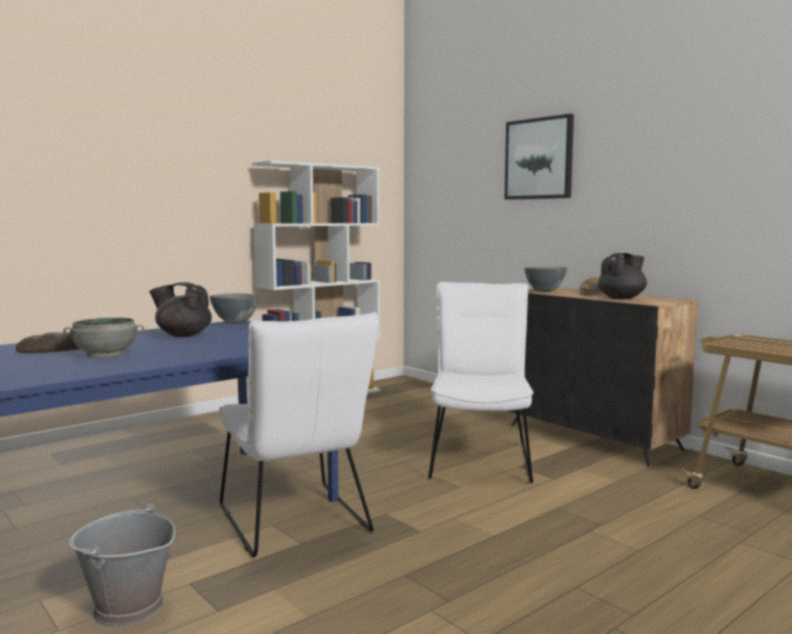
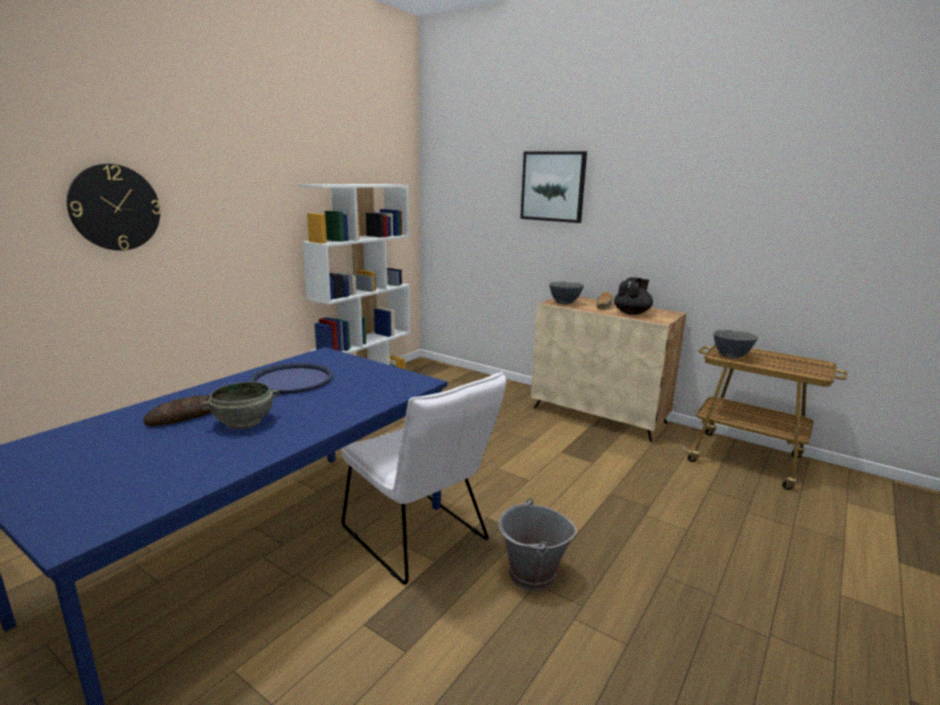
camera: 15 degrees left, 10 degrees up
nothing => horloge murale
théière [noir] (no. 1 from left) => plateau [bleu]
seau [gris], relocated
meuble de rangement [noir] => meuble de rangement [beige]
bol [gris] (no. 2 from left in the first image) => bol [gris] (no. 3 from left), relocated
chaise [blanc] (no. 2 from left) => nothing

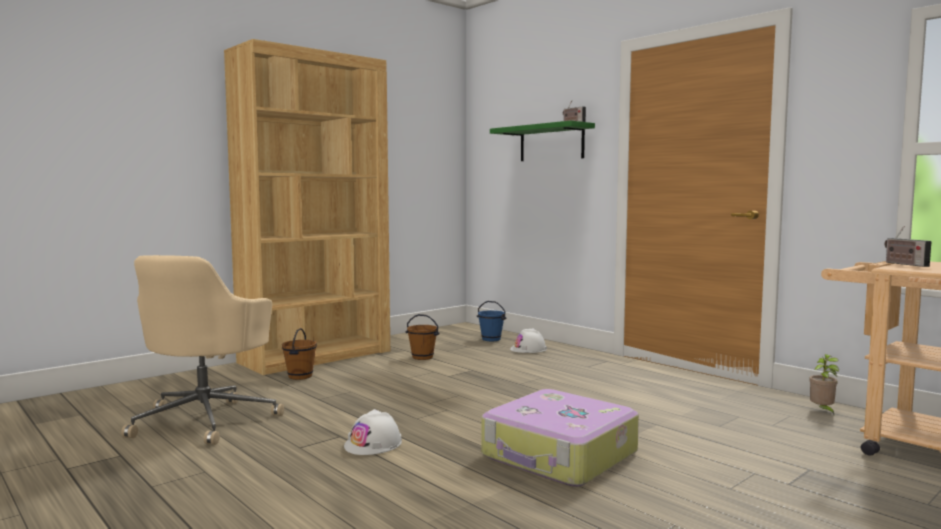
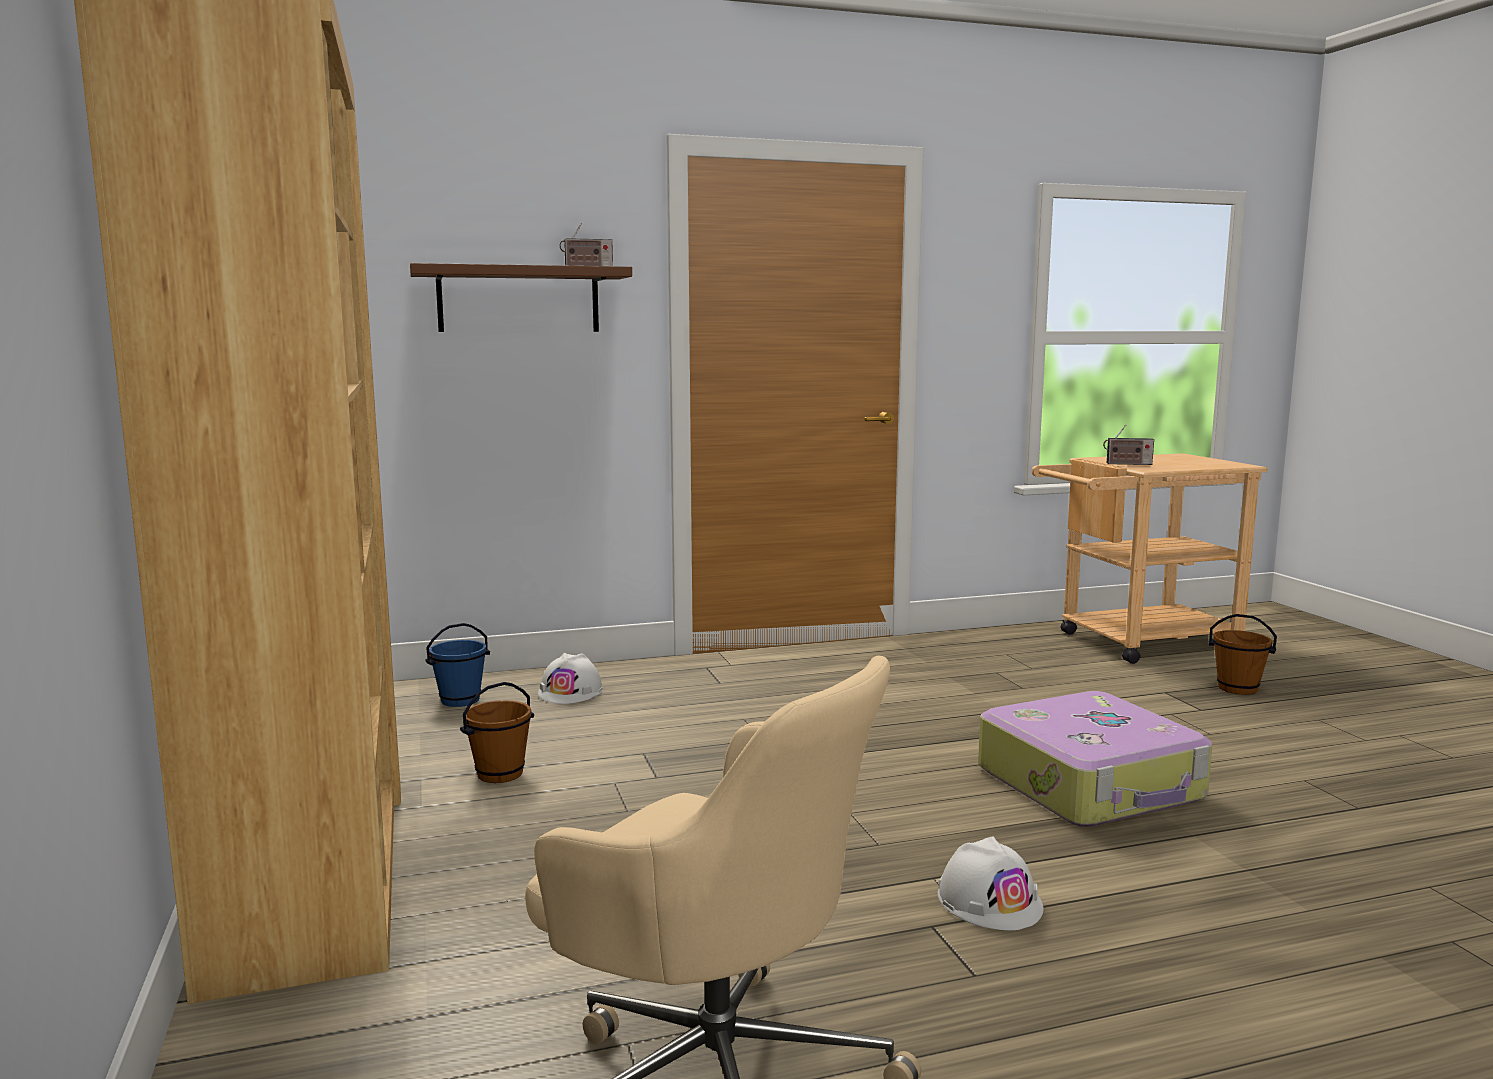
camera: 65 degrees left, 5 degrees up
étagère [vert] => étagère [marron]
seau [marron] (no. 1 from left in the first image) => seau [marron] (no. 2 from left), relocated
plante en pot => nothing

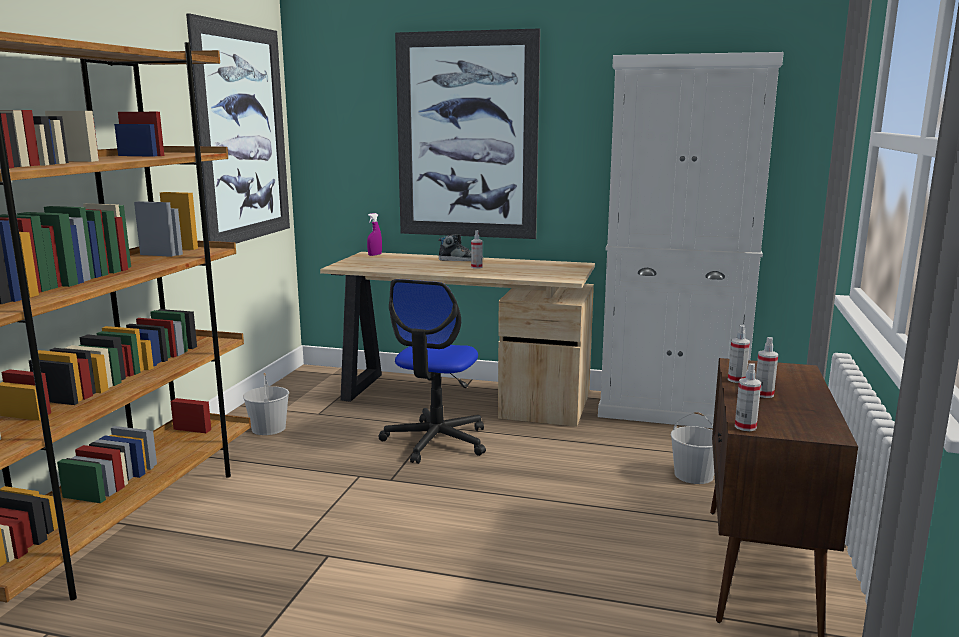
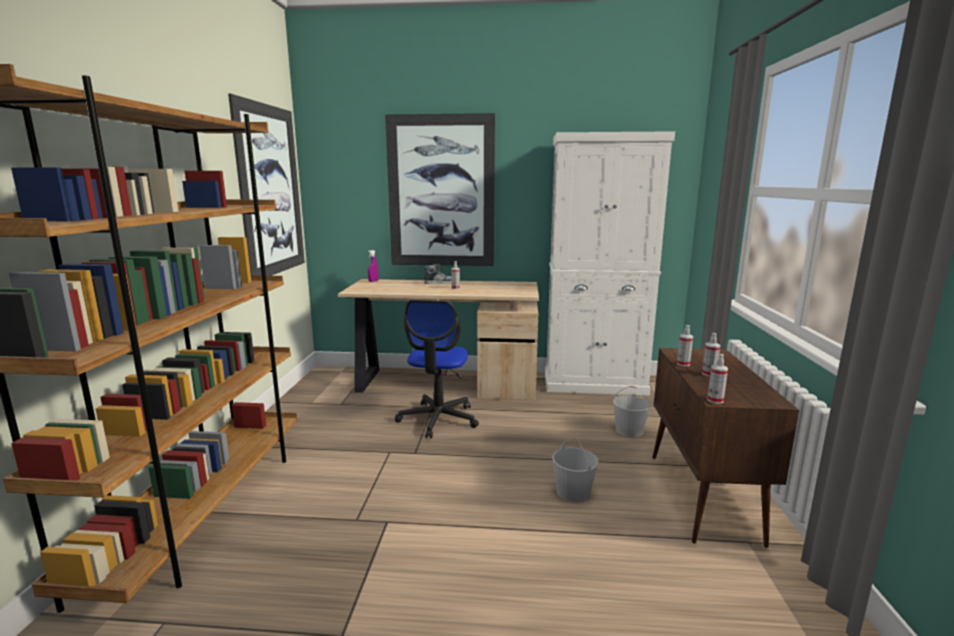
camera: 10 degrees left, 0 degrees up
seau [blanc] (no. 1 from left), relocated

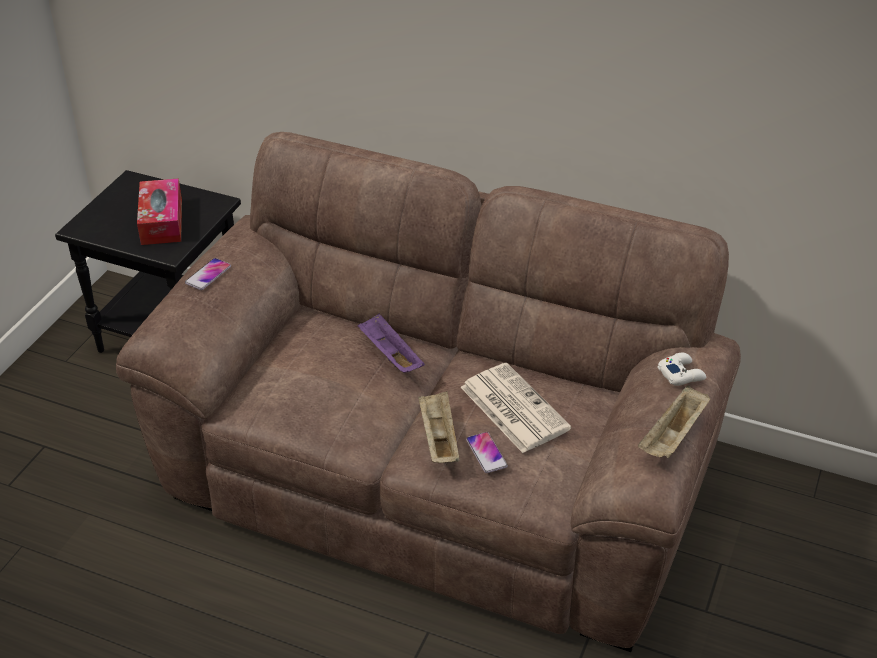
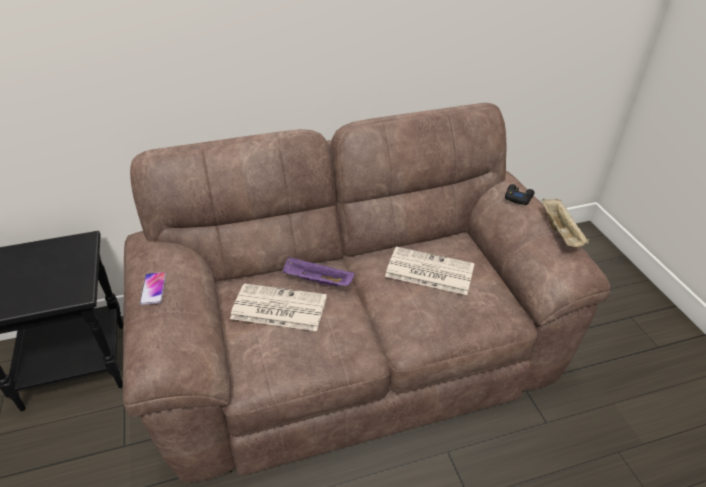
camera: 40 degrees left, 0 degrees up
nothing => journal (no. 1 from left)
manette [blanc] => manette [noir]
boîte à mouchoirs => nothing
plateau [beige] (no. 1 from left) => nothing
téléphone (no. 2 from left) => nothing

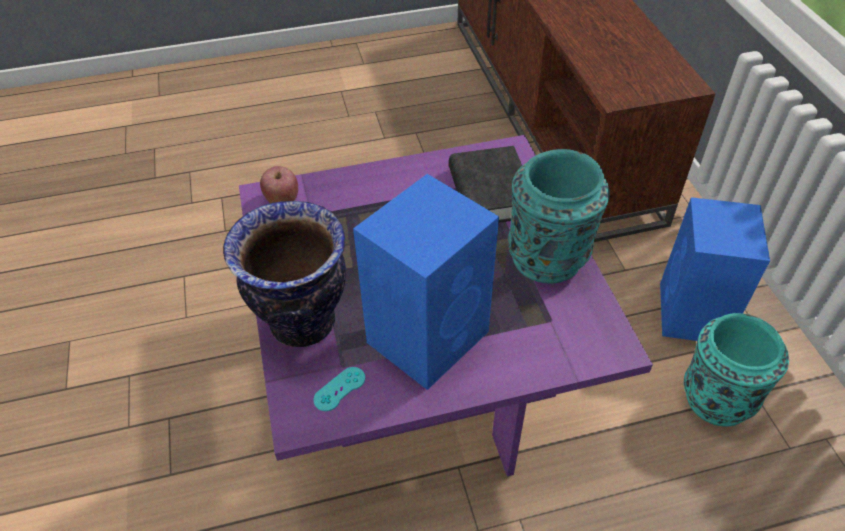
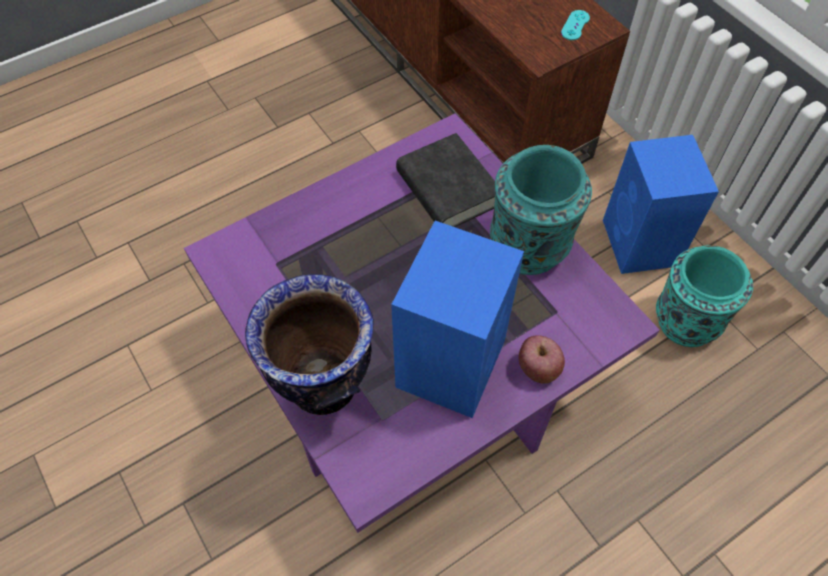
camera: 20 degrees left, 10 degrees up
pomme, relocated
manette [turquoise], relocated

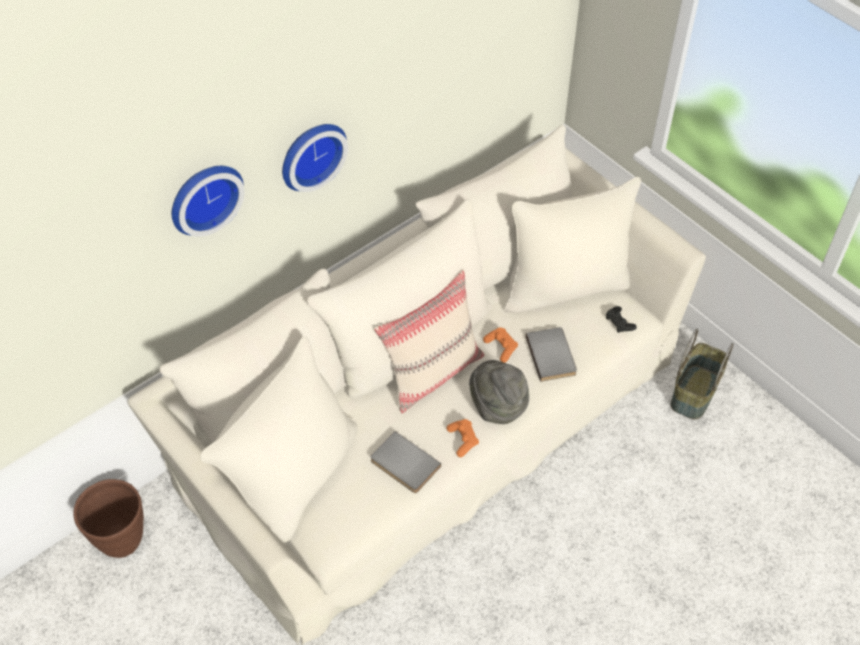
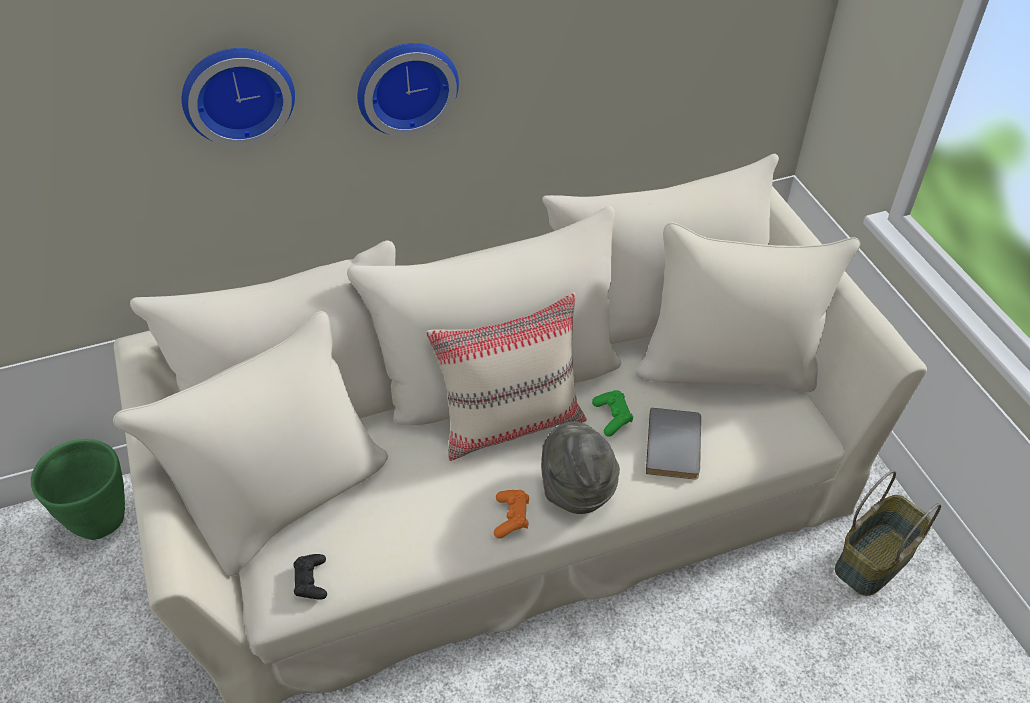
camera: 20 degrees right, 5 degrees down
cache-pot [marron] => cache-pot [vert]
manette [noir], relocated
manette [orange] (no. 2 from left) => manette [vert]
livre [gris] (no. 1 from left) => nothing

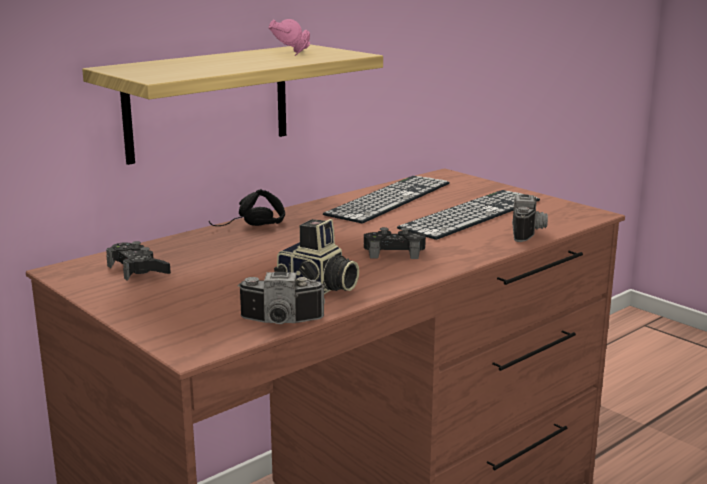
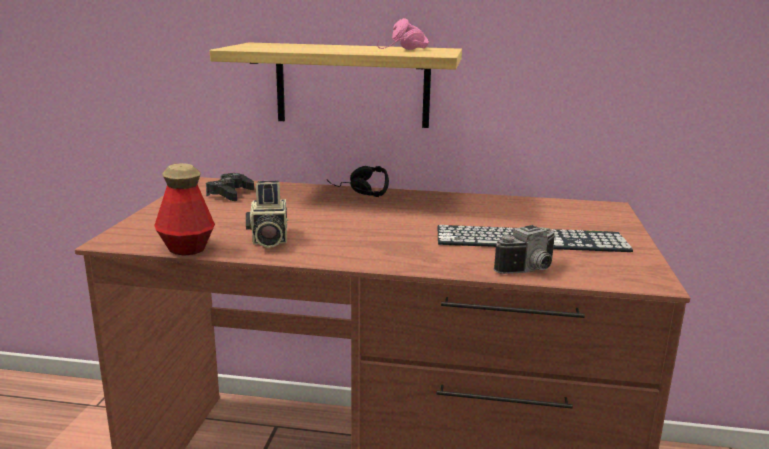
camera: 50 degrees right, 0 degrees up
appareil photo (no. 1 from left) => bouteille
clavier (no. 1 from left) => nothing
manette [noir] (no. 2 from left) => nothing

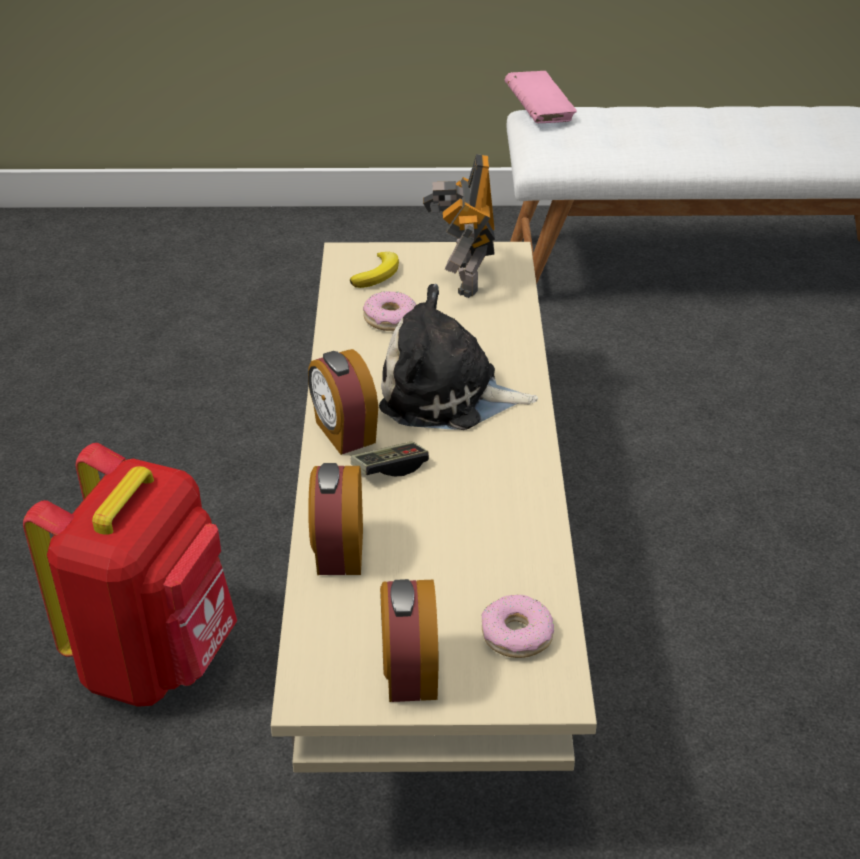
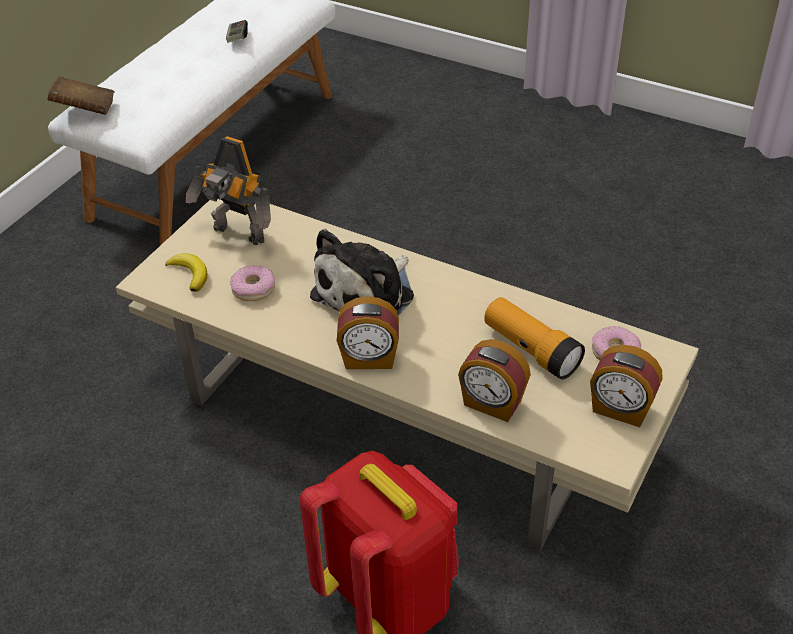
camera: 60 degrees left, 5 degrees up
livre [rose] => livre [marron]
manette, relocated
nothing => lampe de poche

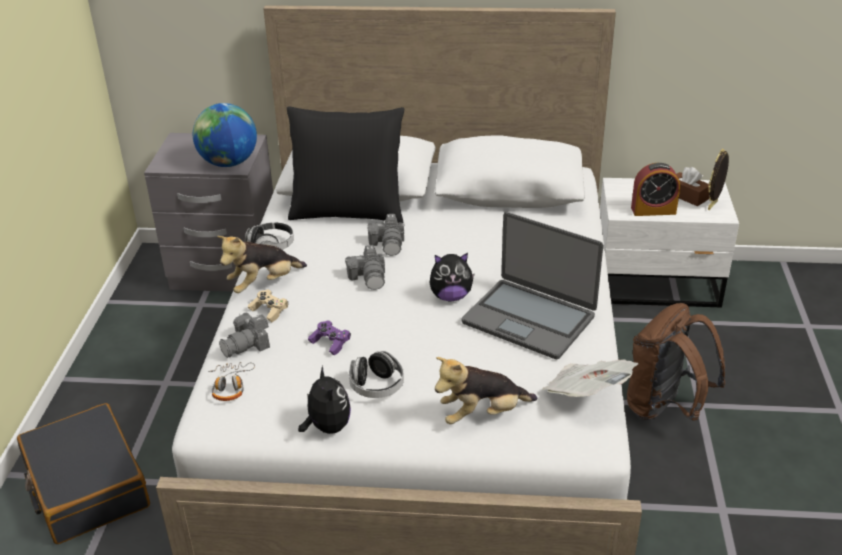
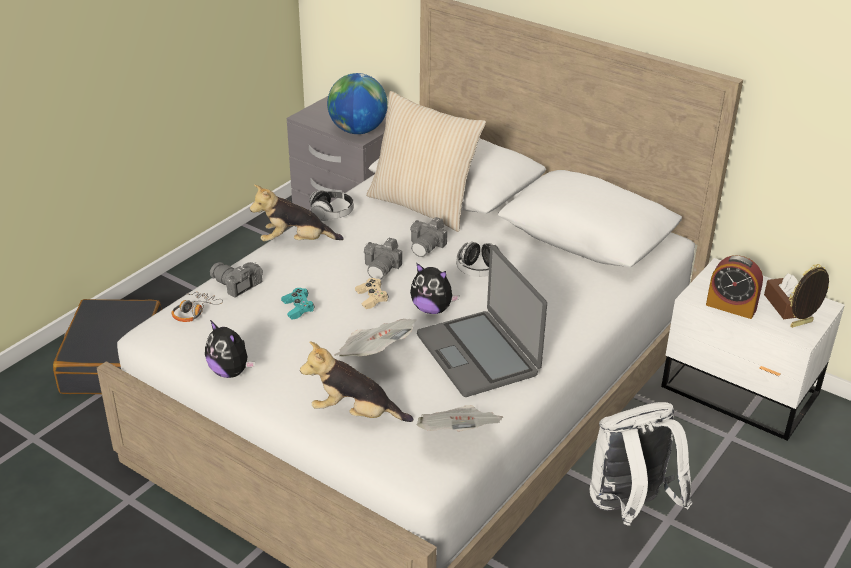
camera: 30 degrees right, 0 degrees up
peluche (no. 2 from left in the first image) => peluche (no. 1 from left), 120 degrees clockwise
appareil photo (no. 1 from left), 45 degrees clockwise
manette [violet] => manette [turquoise]
nothing => journal (no. 1 from left)
manette [beige], relocated
coussin [noir] => coussin [beige]
casque audio (no. 3 from left), relocated
sac à dos [marron] => sac à dos [blanc]

